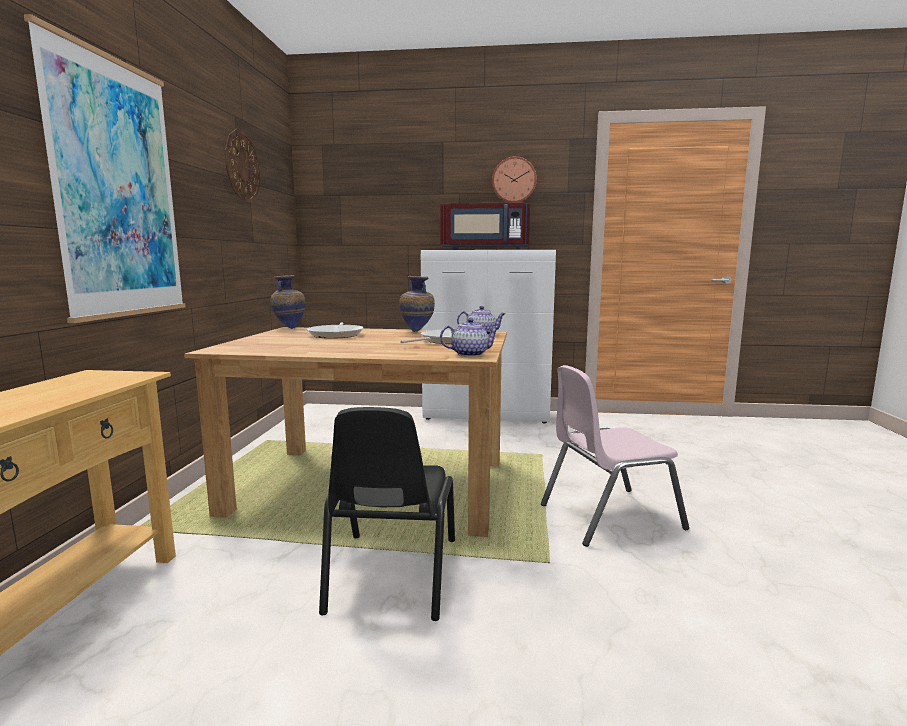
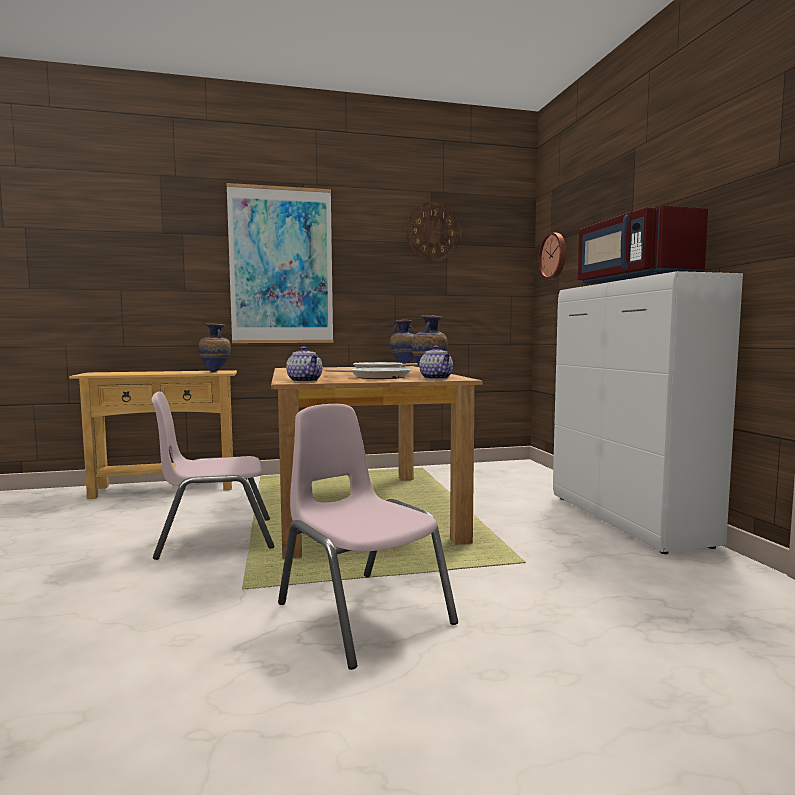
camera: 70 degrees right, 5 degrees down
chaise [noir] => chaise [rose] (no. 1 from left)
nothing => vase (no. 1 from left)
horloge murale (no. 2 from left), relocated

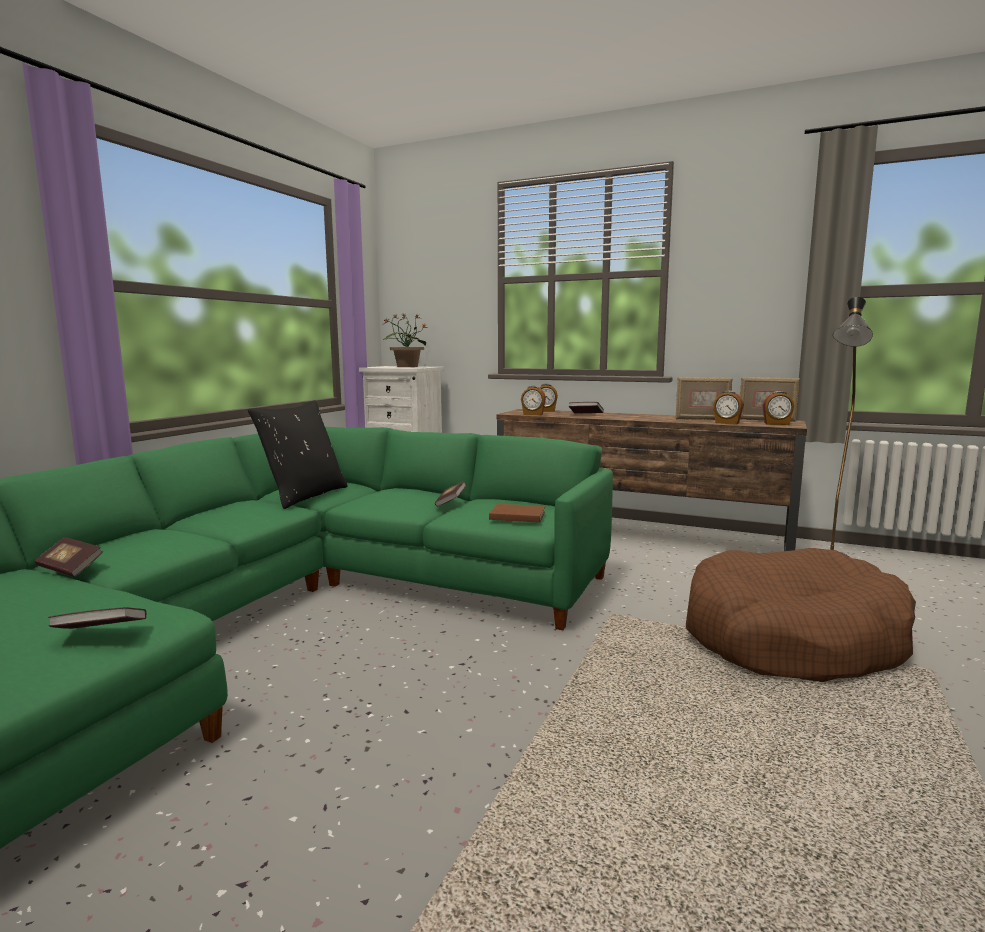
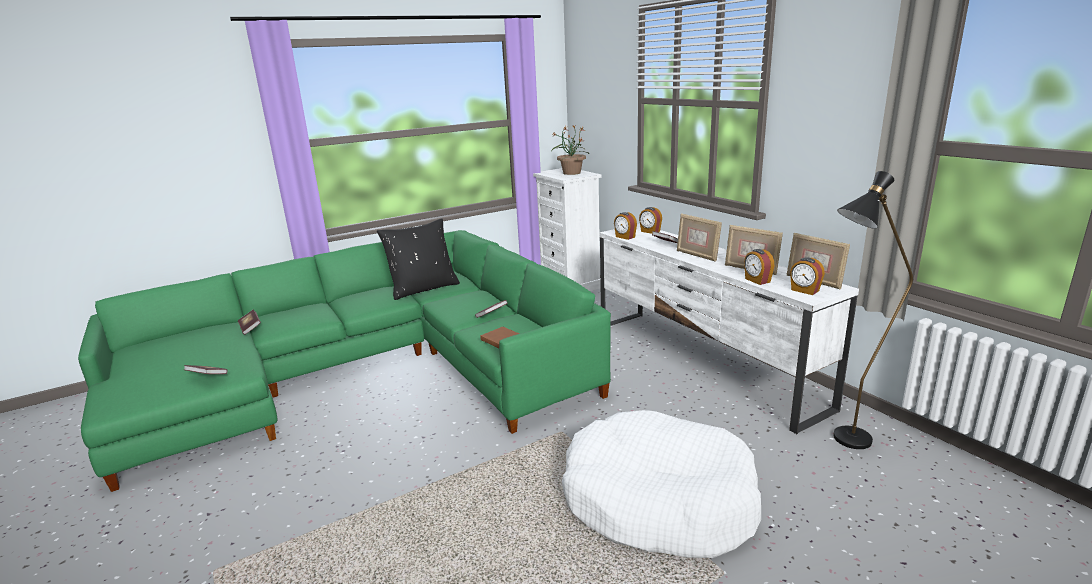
camera: 35 degrees right, 10 degrees up
panier pour chien [marron] => panier pour chien [blanc]
meuble télé [marron] => meuble télé [blanc]
nothing => cadre photo (no. 1 from left)

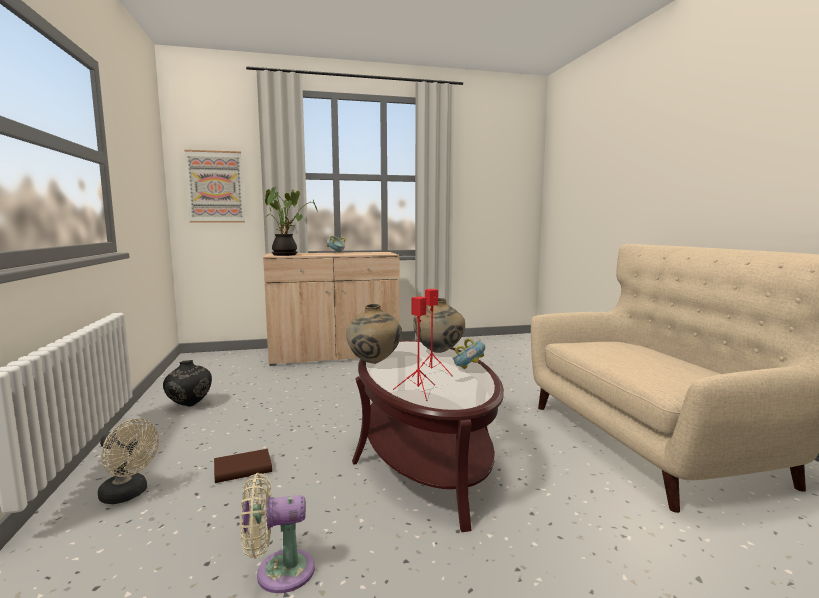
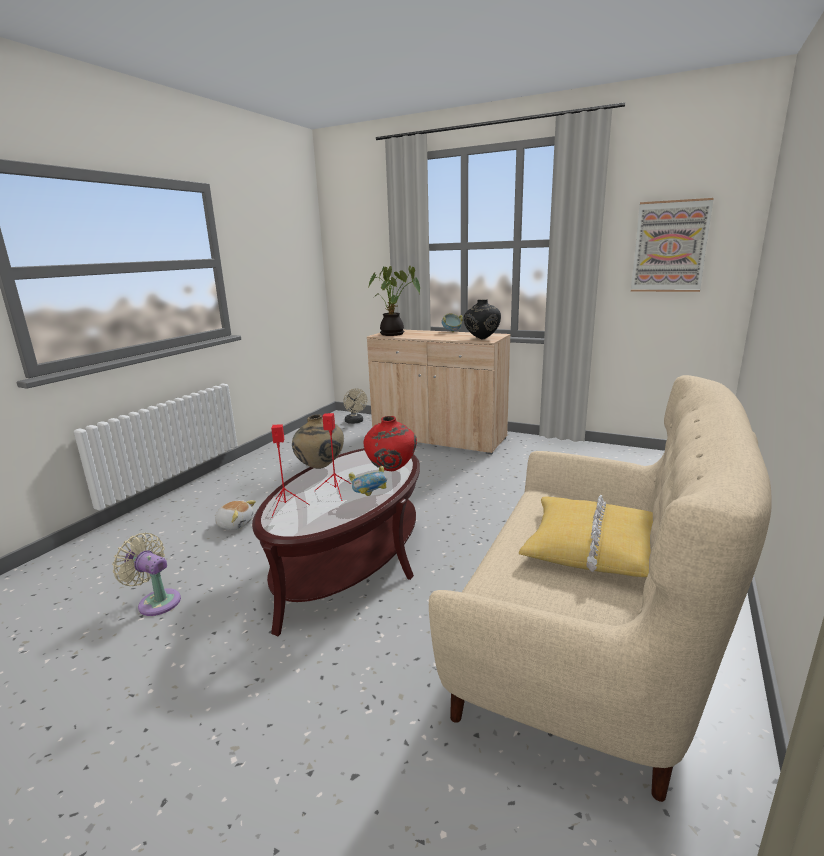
camera: 40 degrees right, 10 degrees up
livre [marron] => peluche
ventilateur [beige] (no. 1 from left in the first image) => ventilateur [beige] (no. 2 from left), relocated
vase [beige] (no. 2 from left) => vase [rouge]
vase [noir], relocated
nothing => coussin [jaune]
tableau, relocated

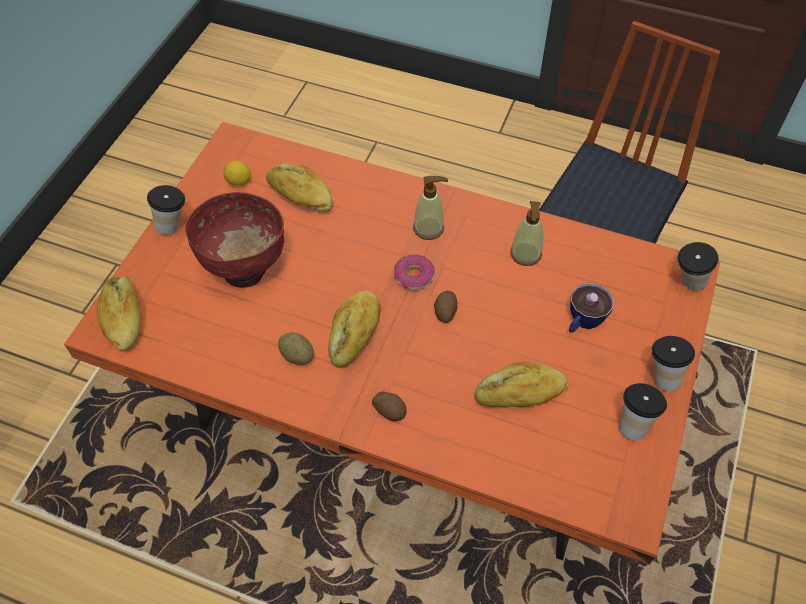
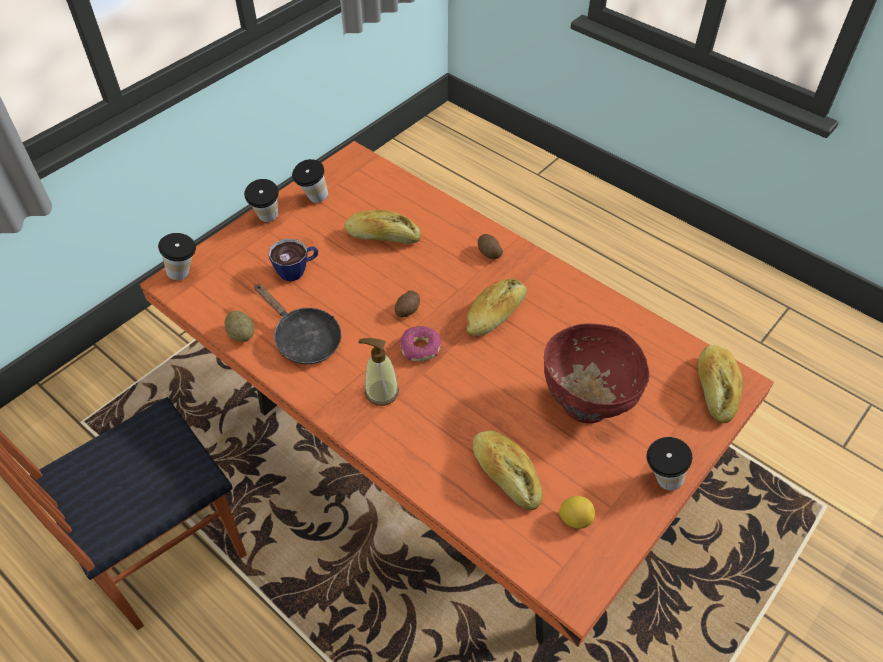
camera: 160 degrees left, 5 degrees down
pomme de terre (no. 1 from left), relocated
distributeur de savon (no. 2 from left) => poêle [noir]

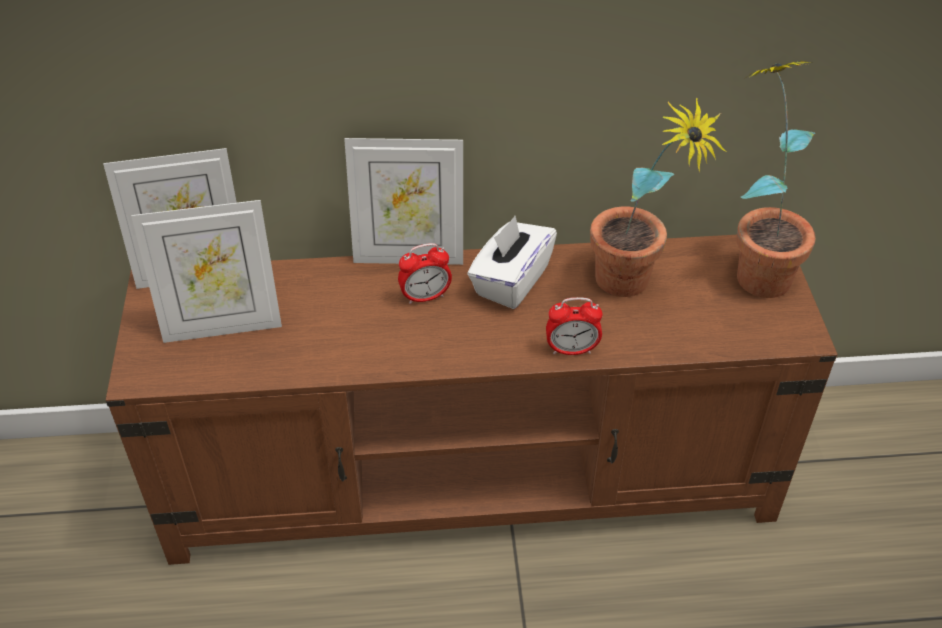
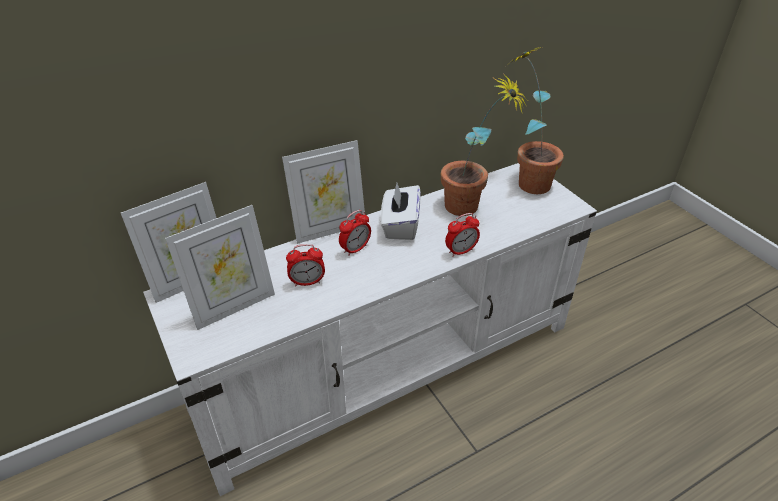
camera: 25 degrees left, 5 degrees down
meuble télé [marron] => meuble télé [blanc]
nothing => réveil (no. 1 from left)

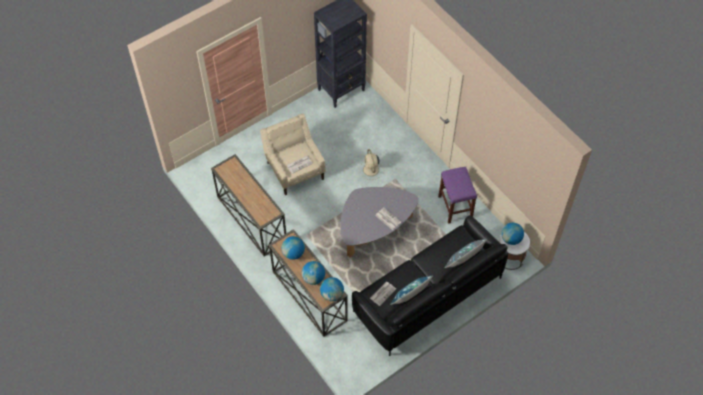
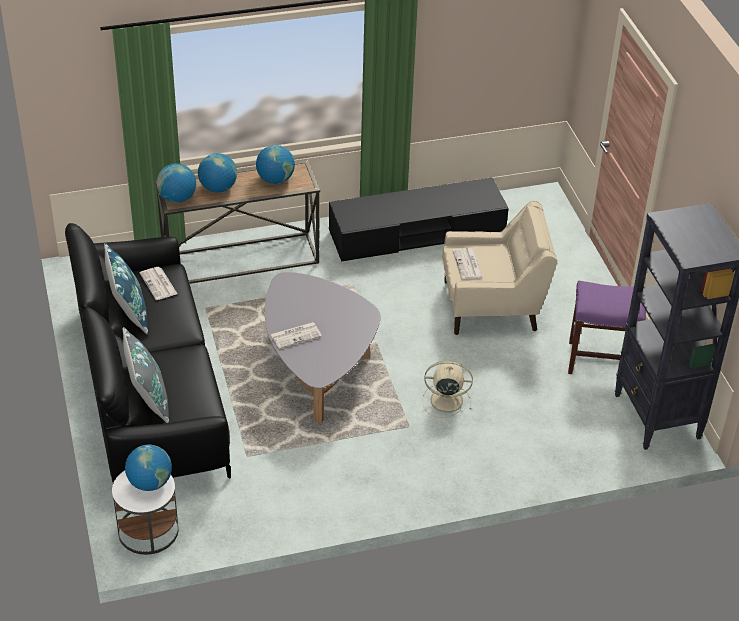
camera: 110 degrees right, 15 degrees down
table console (no. 1 from left) => meuble télé [noir]
tabouret [violet], relocated

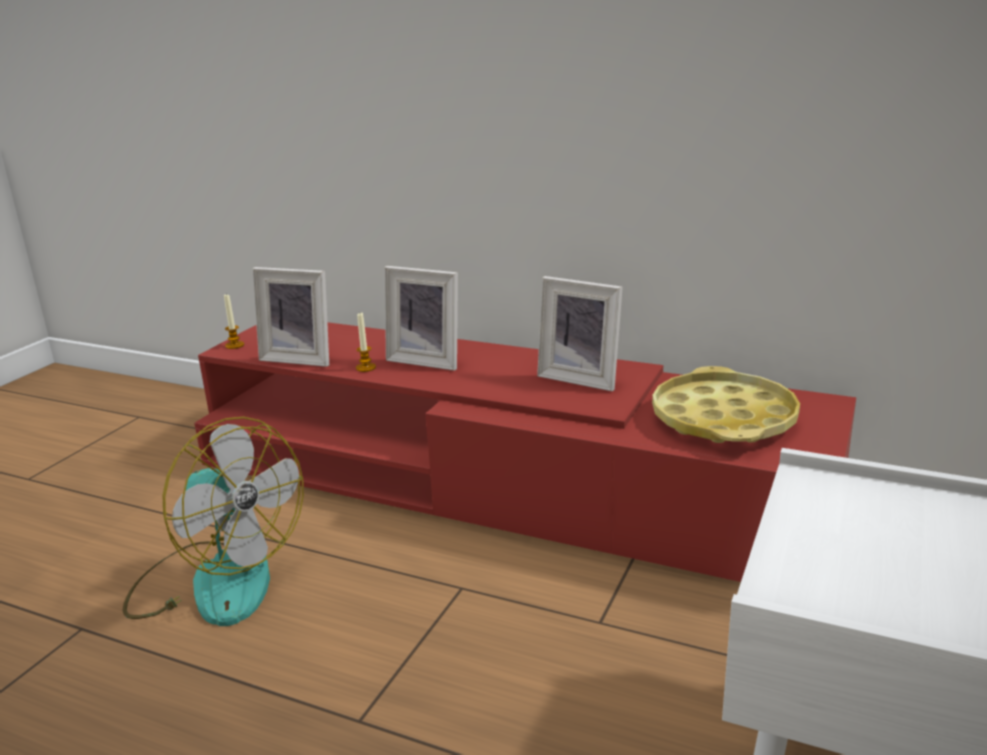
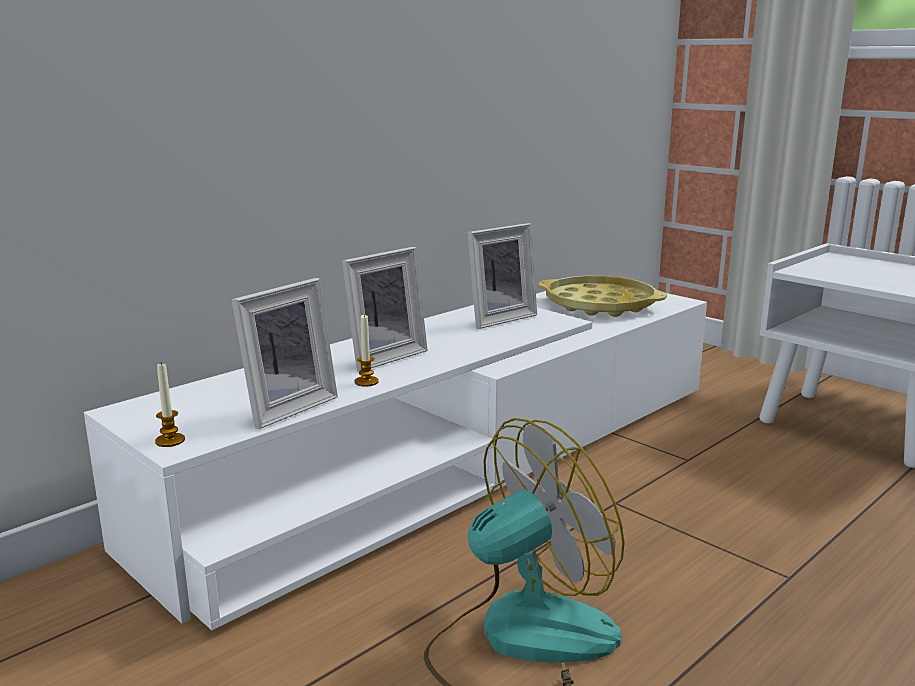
camera: 70 degrees left, 5 degrees down
meuble télé [rouge] => meuble télé [blanc]

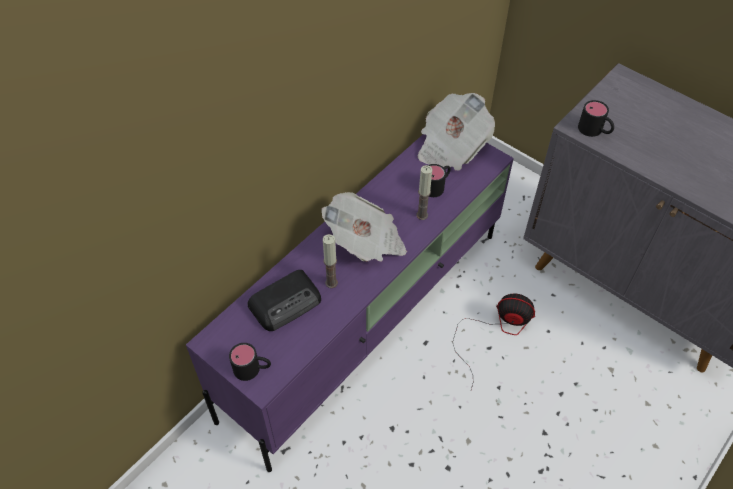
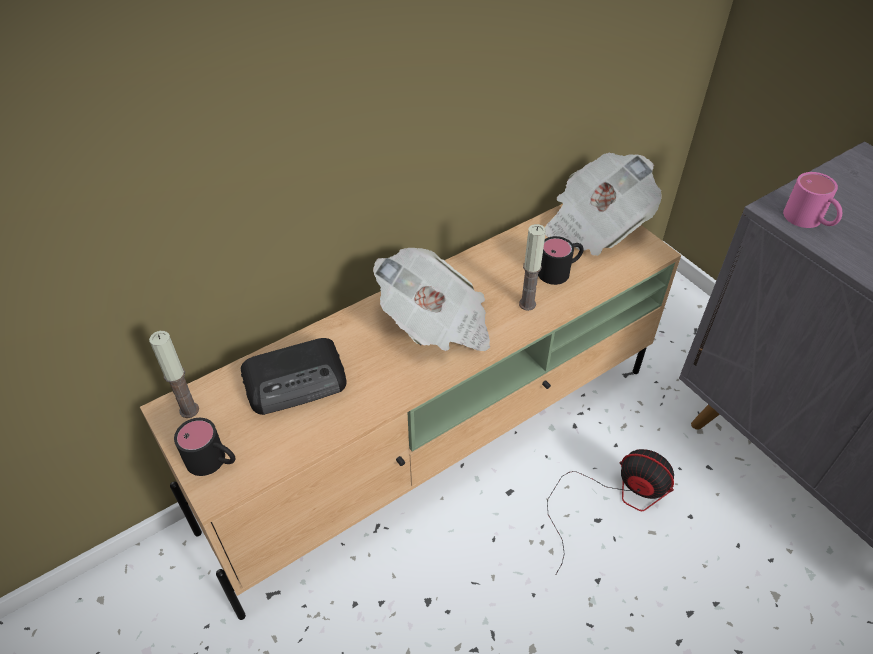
camera: 15 degrees right, 5 degrees down
meuble télé [violet] => meuble télé [beige]
bougie (no. 1 from left), relocated
mug [noir] (no. 3 from left) => mug [rose]

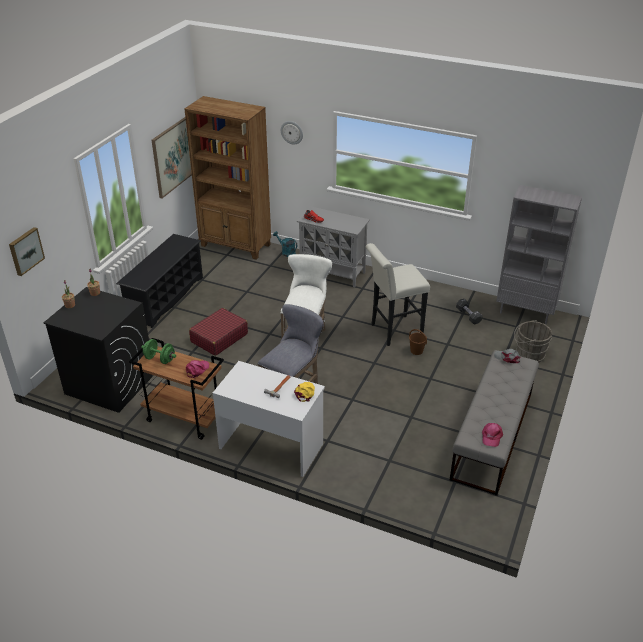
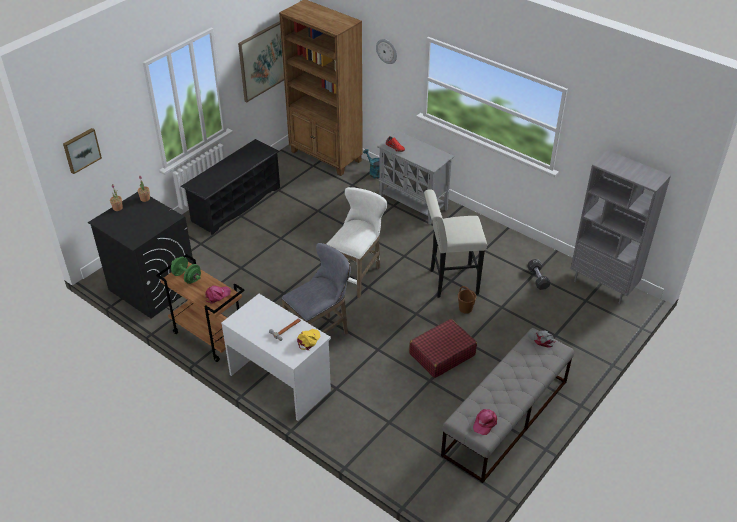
camera: 15 degrees right, 5 degrees up
valise [rouge], relocated
seau [gris] => nothing

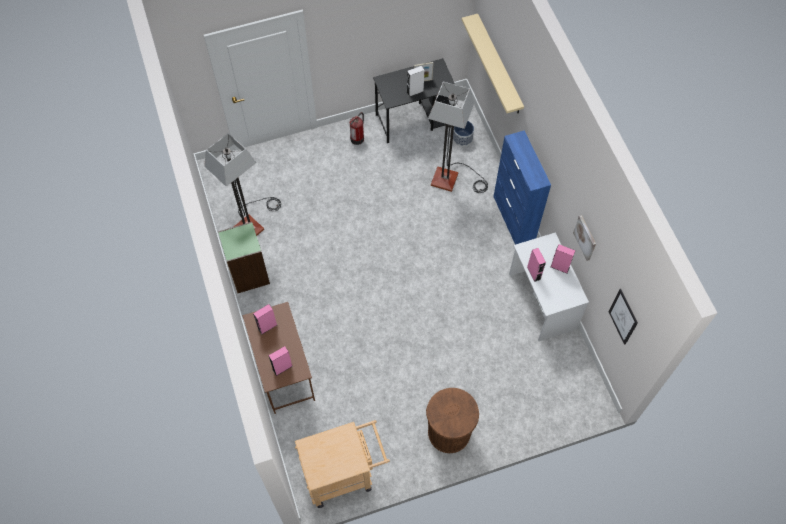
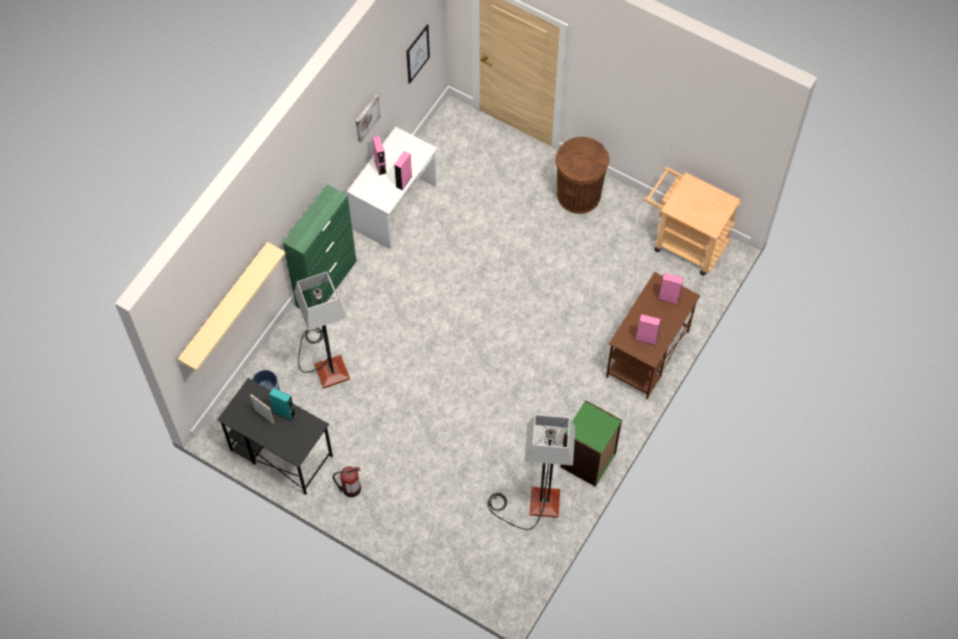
camera: 130 degrees left, 0 degrees up
enceinte [blanc] => enceinte [turquoise]
meuble de rangement [bleu] => meuble de rangement [vert]

